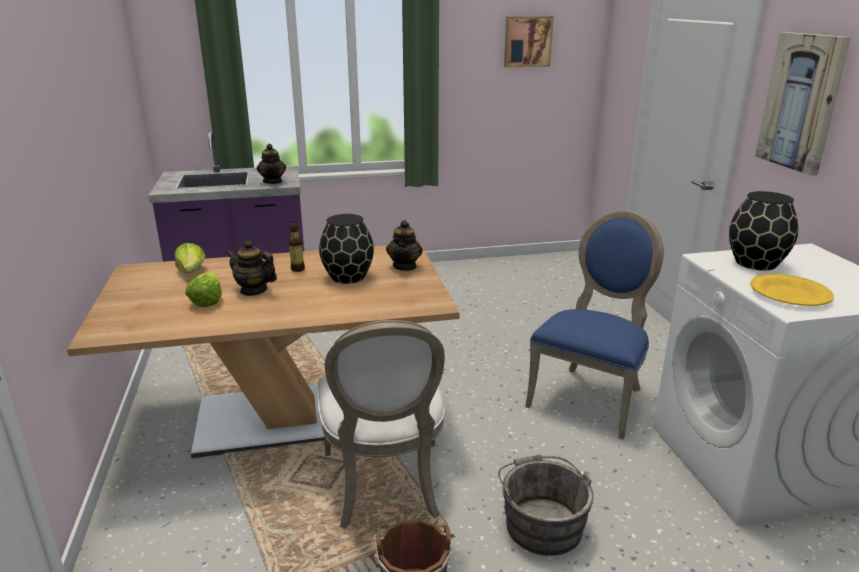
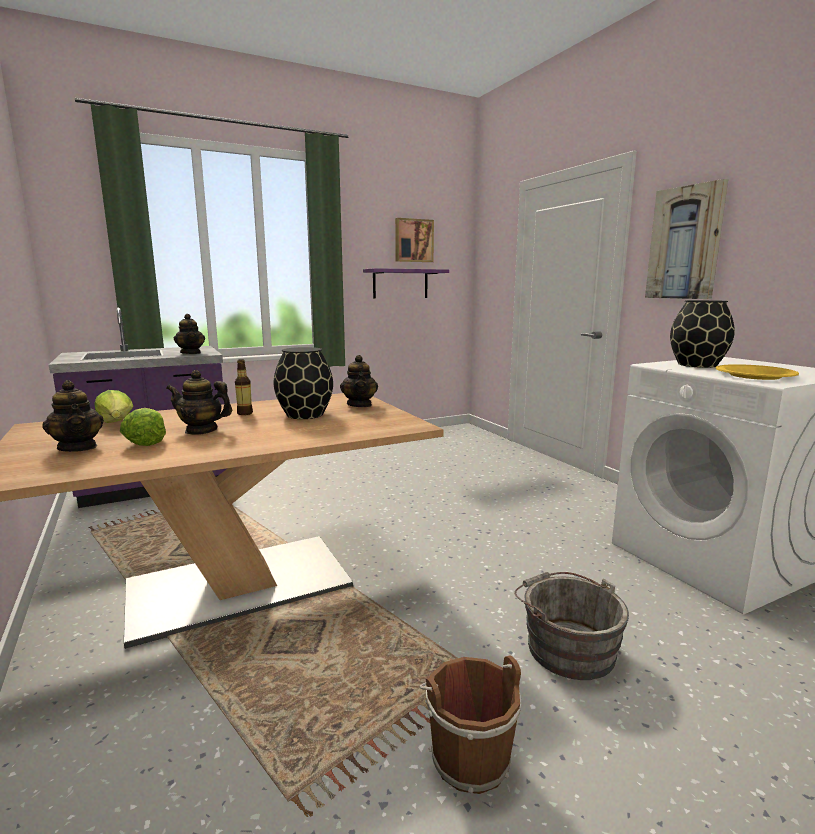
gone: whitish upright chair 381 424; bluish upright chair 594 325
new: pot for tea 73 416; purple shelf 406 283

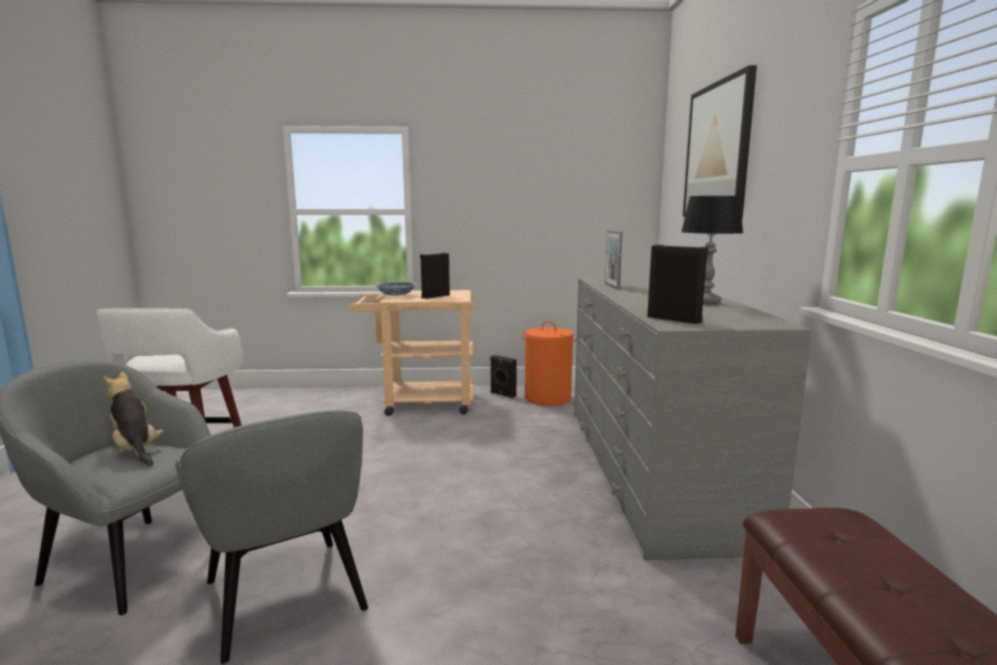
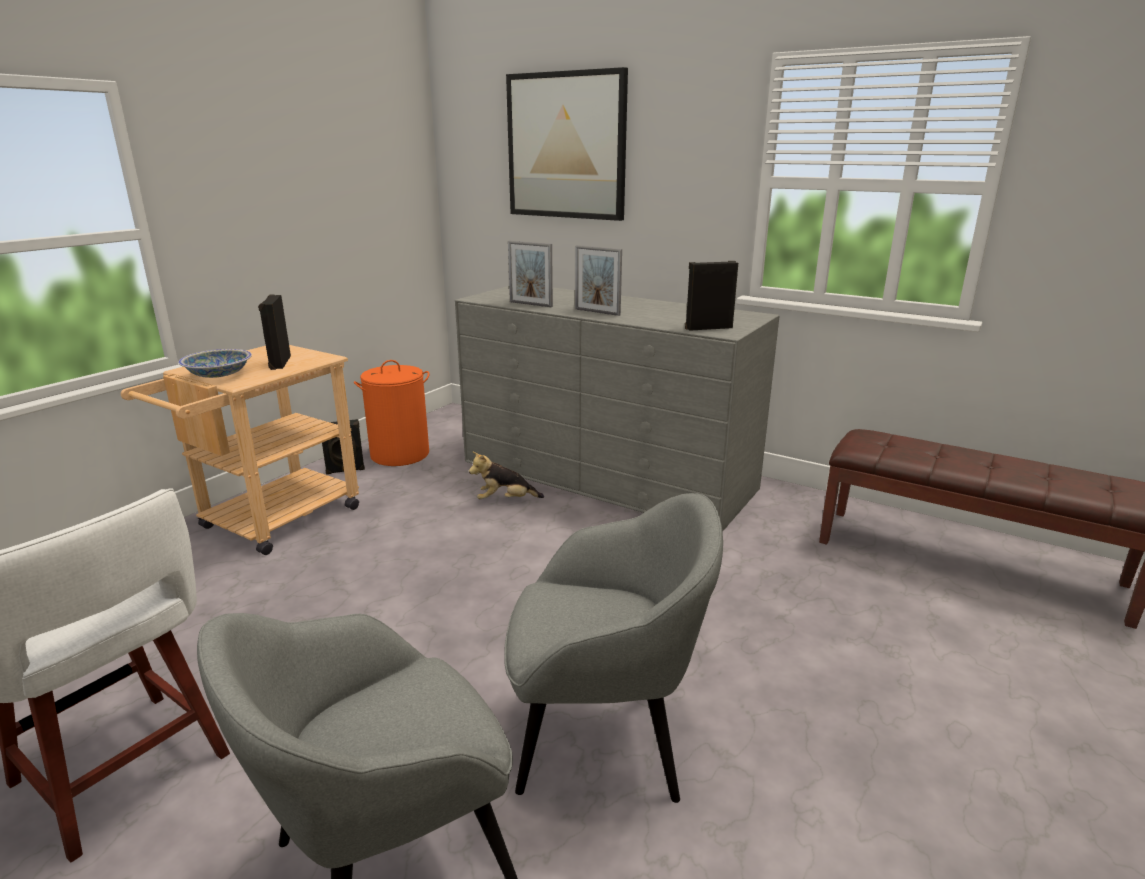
gone: table lamp 712 250
new: picture frame 598 280
shifted: plush toy 133 419 to 506 475

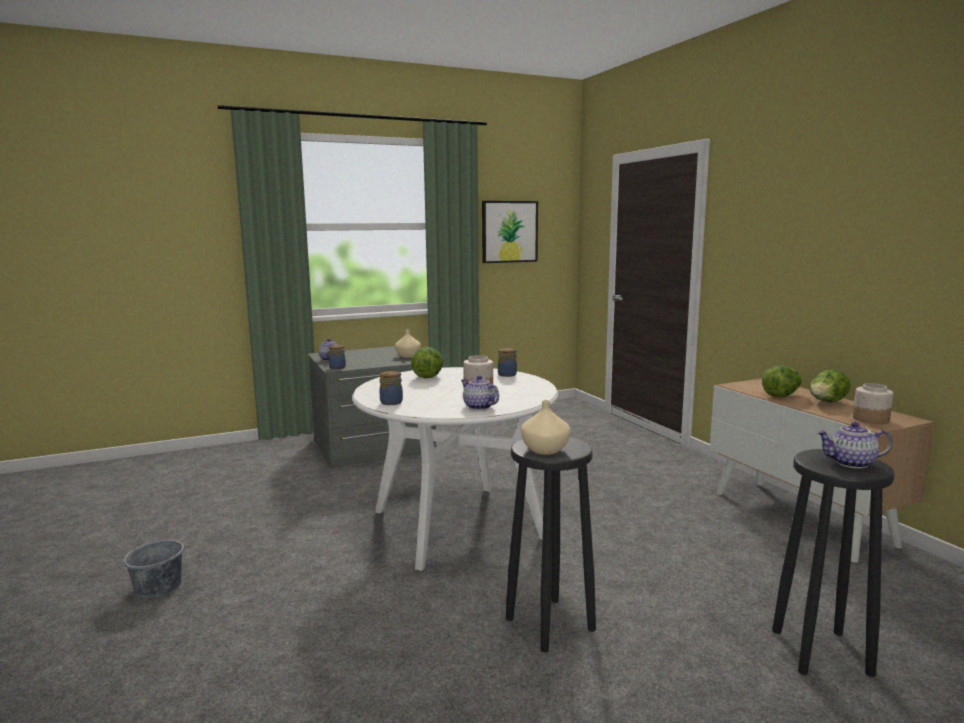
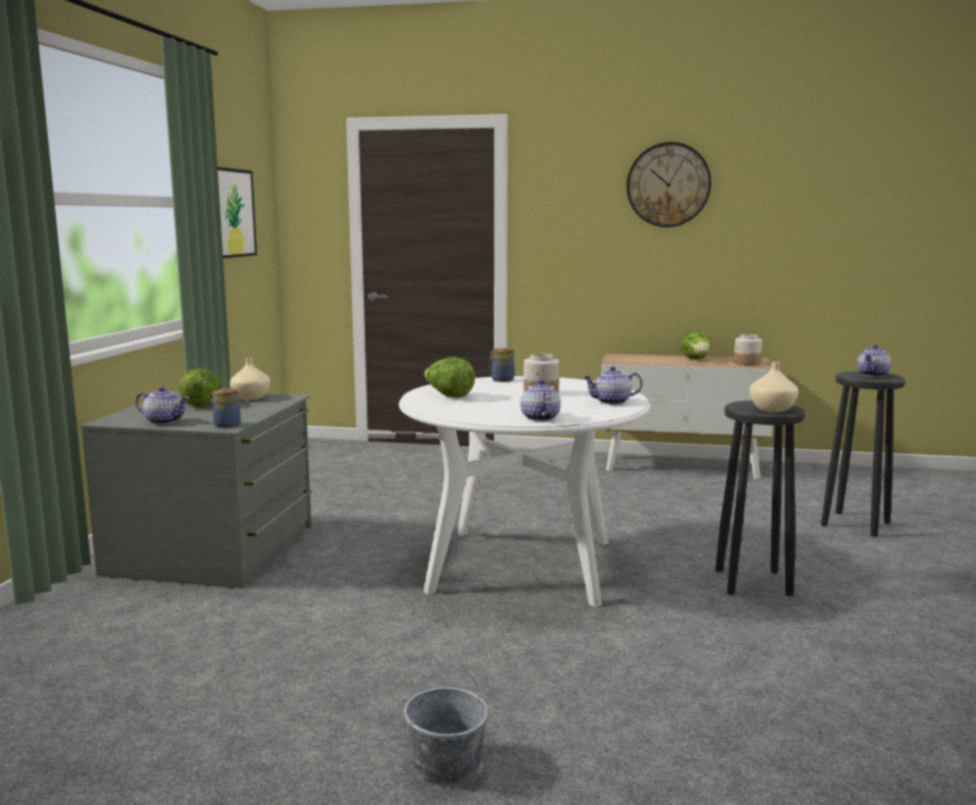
new: wall clock 669 184
shifted: head of lettuce 781 381 to 199 387
swapped: preserve jar 391 388 to pot for tea 541 400

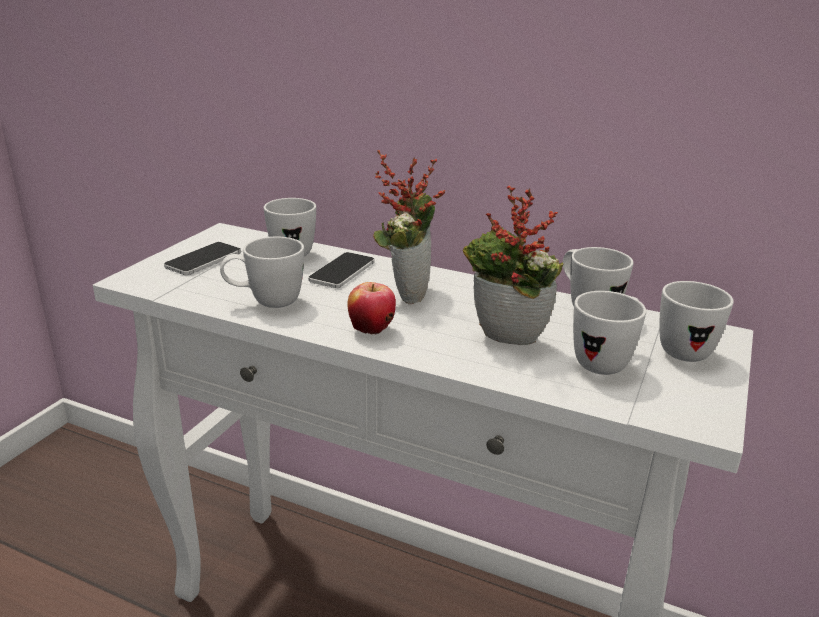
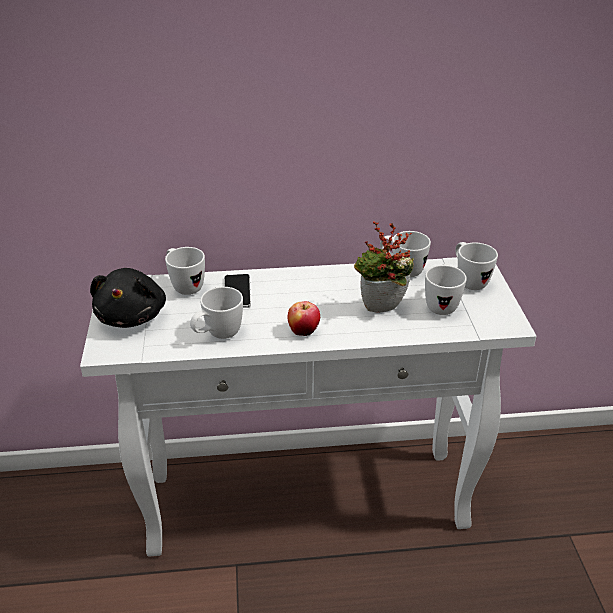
gone: potted plant 409 227
swapped: telephone 202 258 to black plush toy 128 298

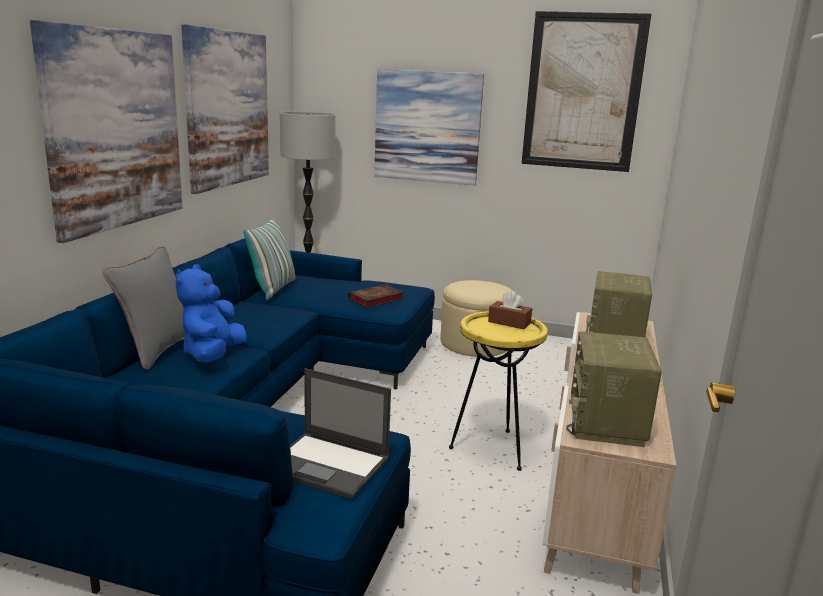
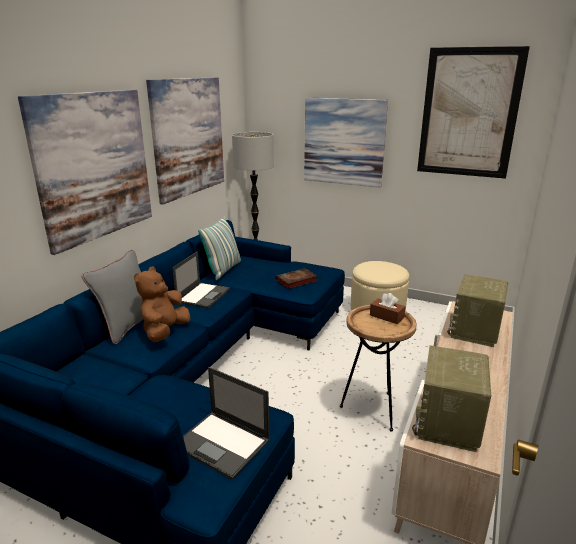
new: notebook computer 201 279
repainted: bluish plush toy 211 314 to brown-coloured plush toy 162 304; yellow accent table 498 391 to brown-coloured accent table 378 368

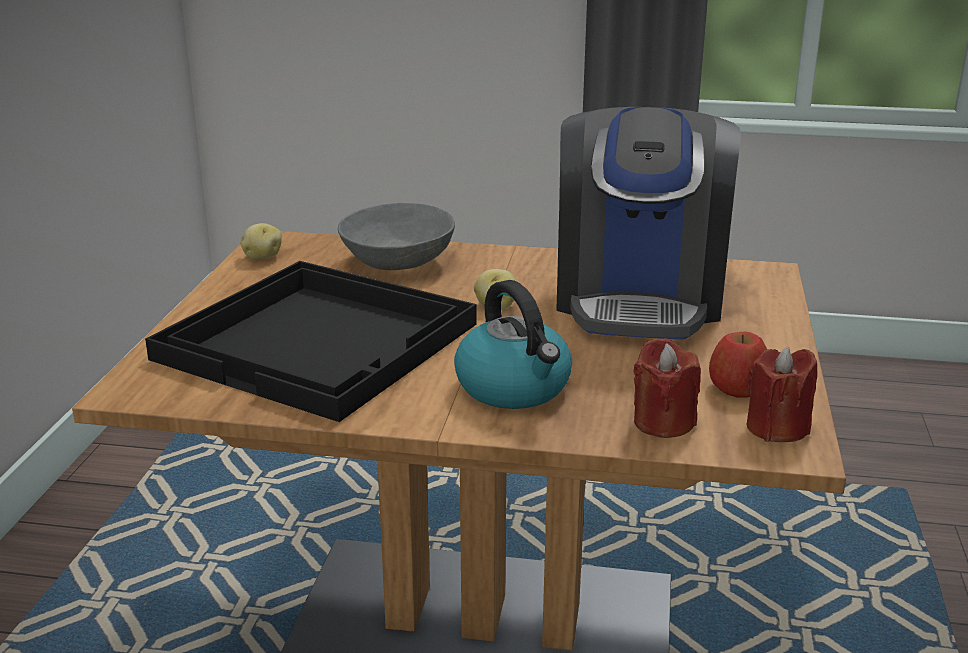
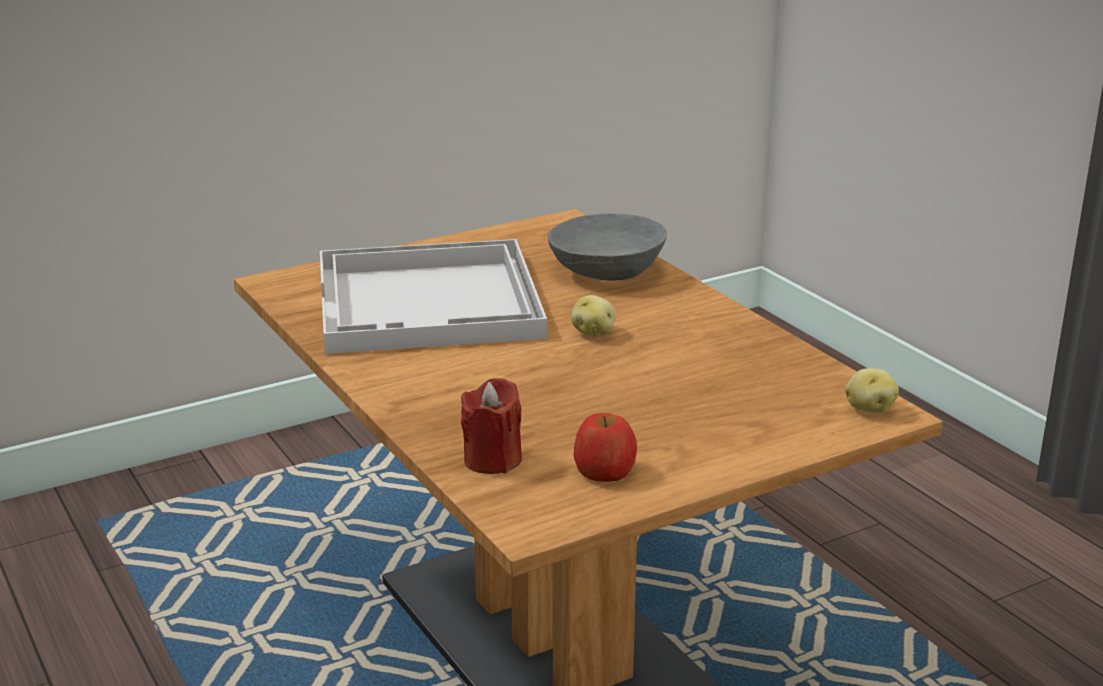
gone: tea kettle 513 344; coffee brewer 648 223; reddish wax light 781 394
shifted: potato 261 241 to 872 390
repainted: black carrying tray 311 341 to whitish carrying tray 433 296

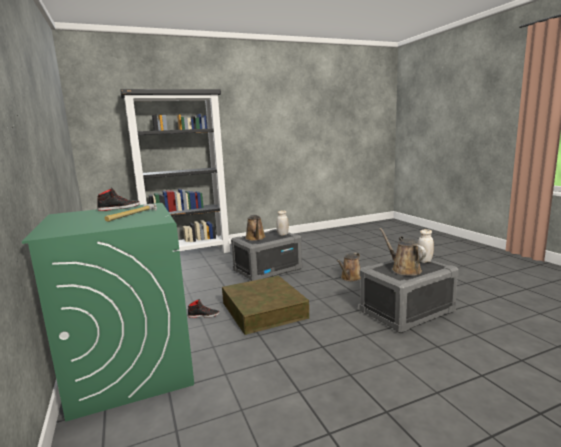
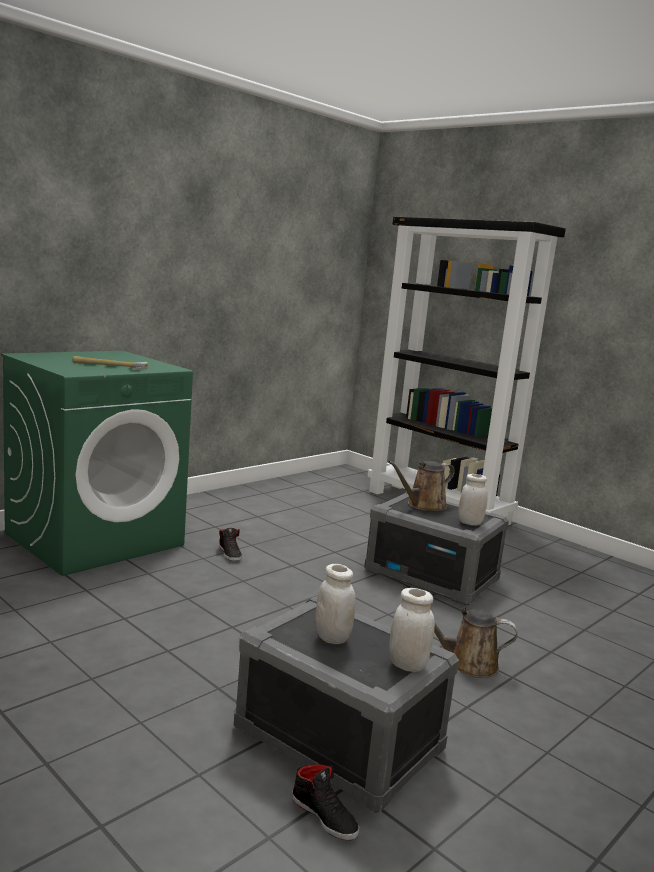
gone: brown-coloured storage container 265 305
shifted: black item of footwear 118 199 to 325 802
swapped: brown-coloured watering can 402 252 to whitish preserve jar 336 604

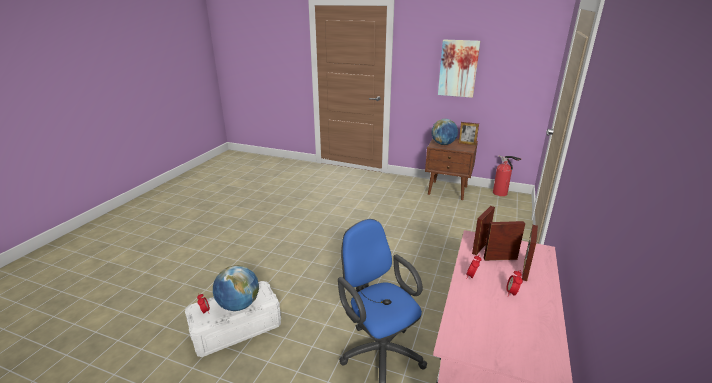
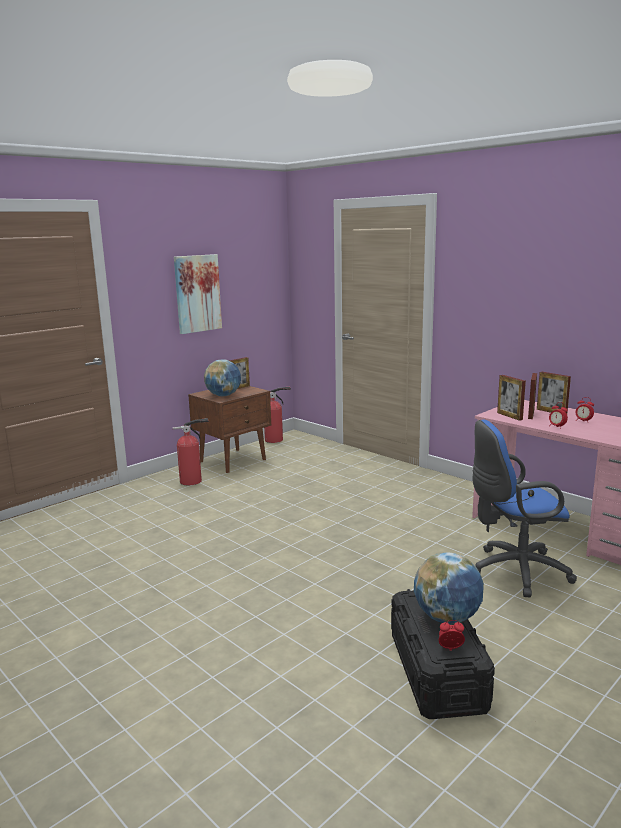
new: fire-fighting cylinder 191 451
repainted: whitish storage container 233 319 to black storage container 443 654

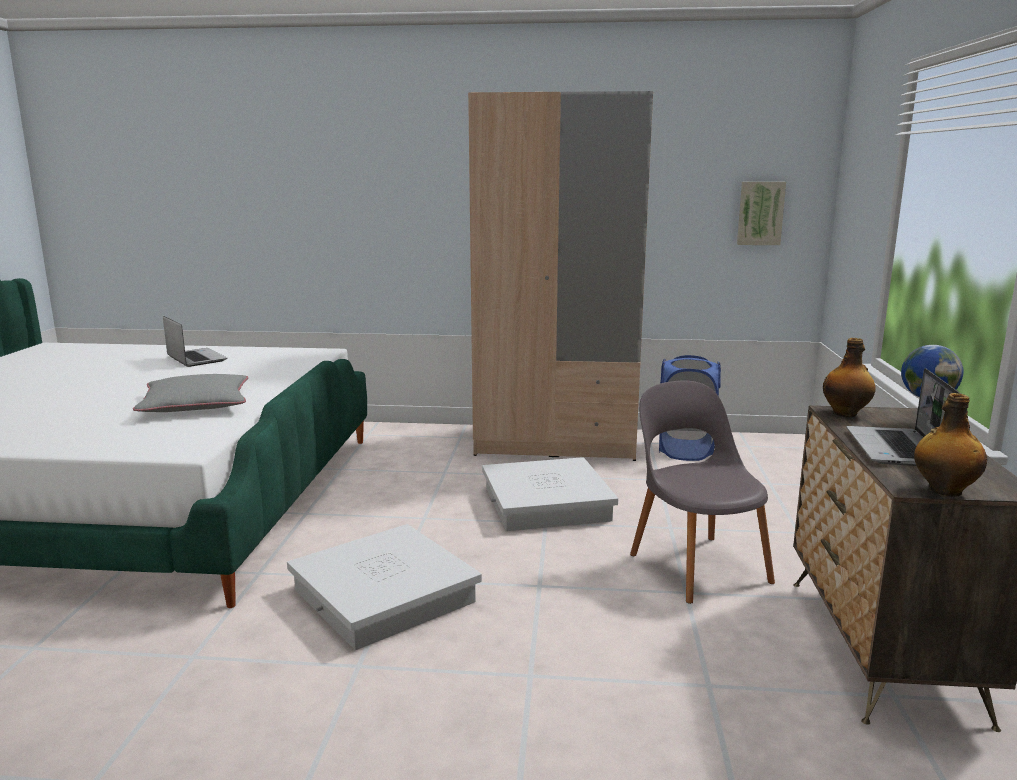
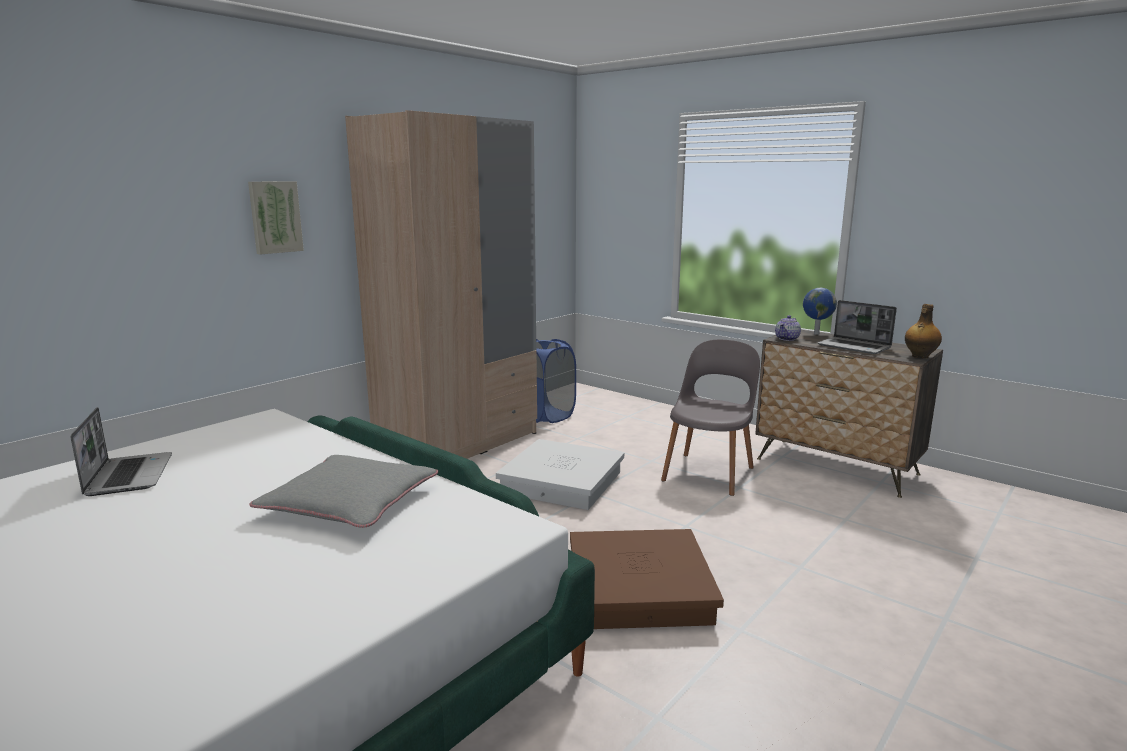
shifted: wall art 761 213 to 276 217
swapped: bottle 849 377 to pot for tea 788 328
repainted: whitish storage container 384 587 to brown-coloured storage container 647 579
rotated: notebook computer 195 341 = 121 451 75 degrees clockwise; gray upright chair 702 492 = 710 418 105 degrees clockwise

